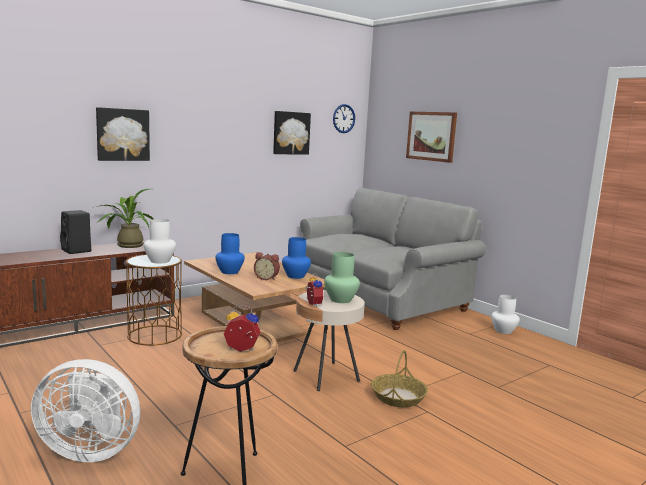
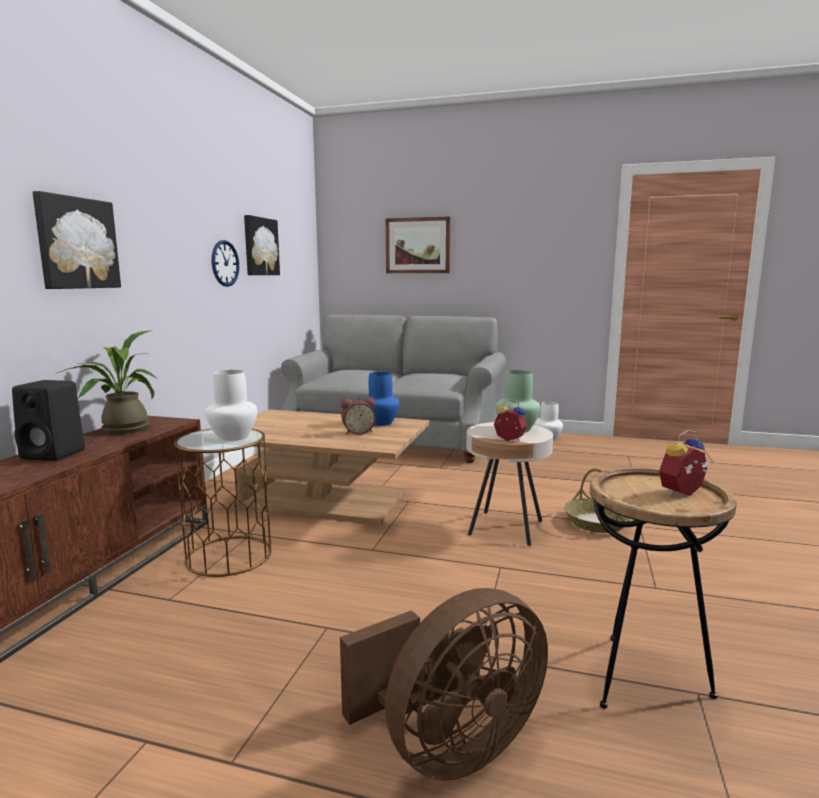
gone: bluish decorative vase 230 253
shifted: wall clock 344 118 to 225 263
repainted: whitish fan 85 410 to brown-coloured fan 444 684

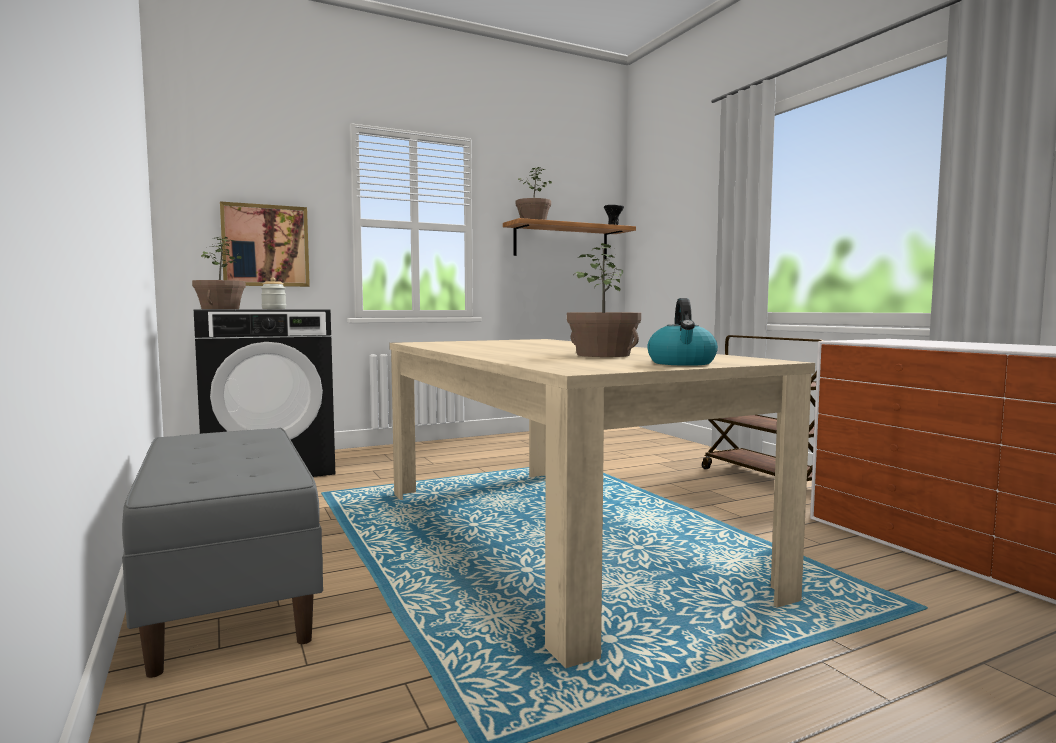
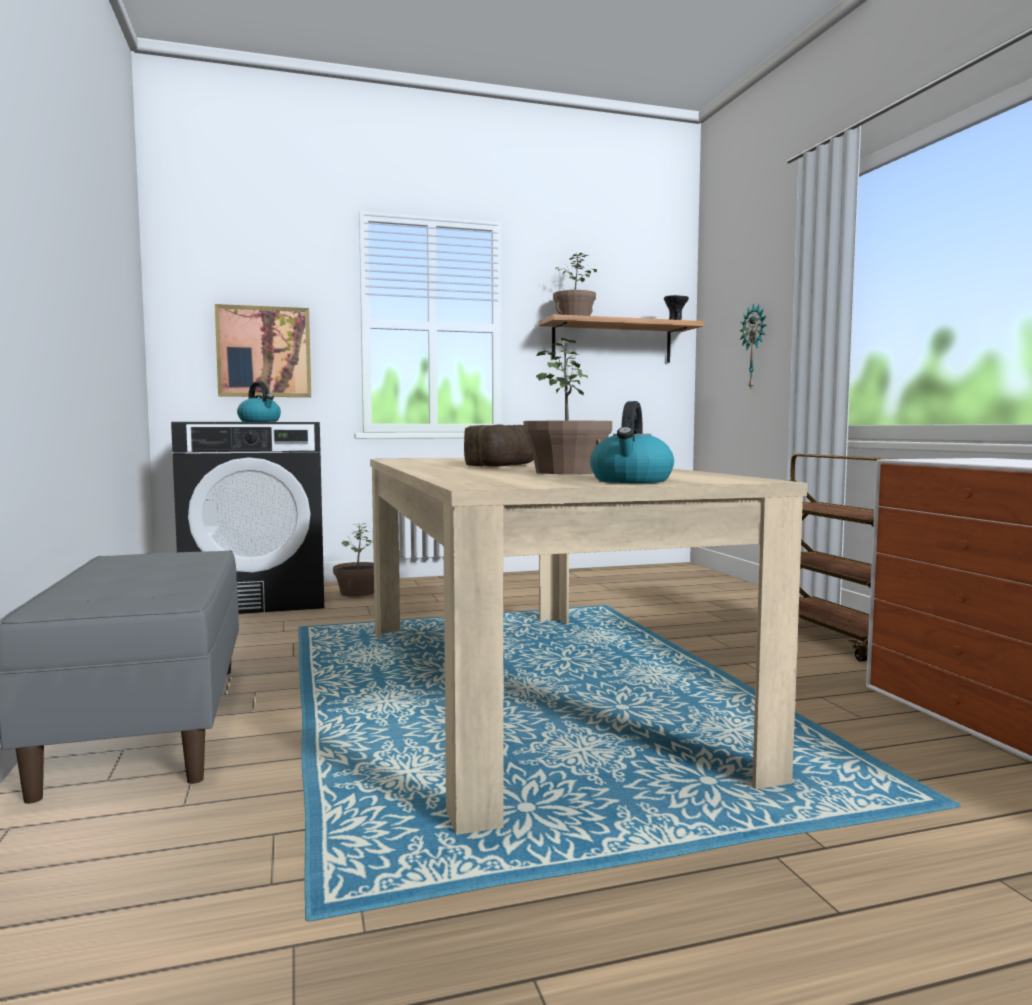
new: baked bread 499 445; wall clock 753 346
shifted: potted plant 219 273 to 353 560
swapped: preserve jar 273 293 to tea kettle 259 402

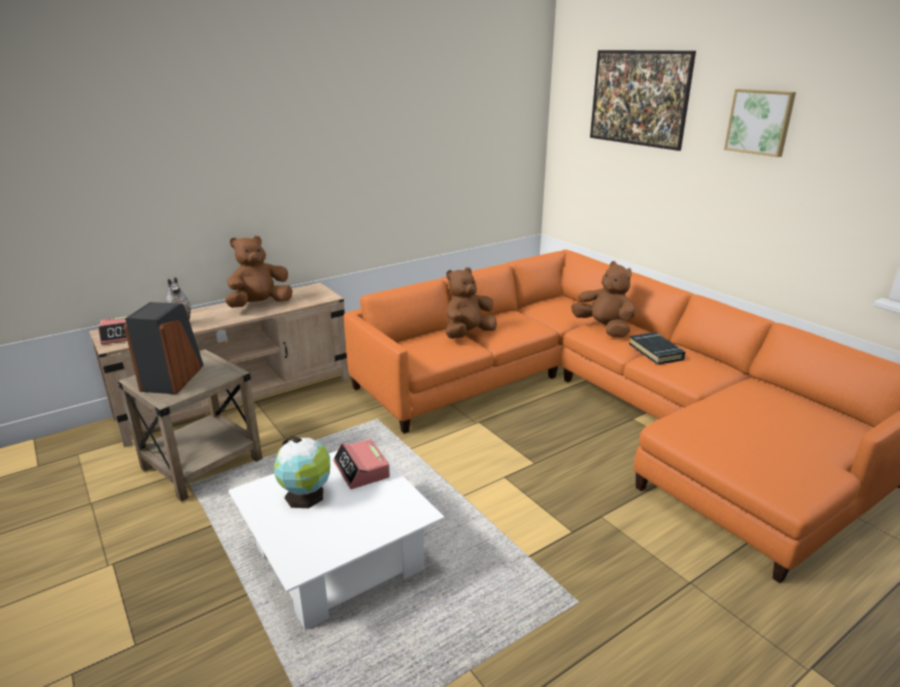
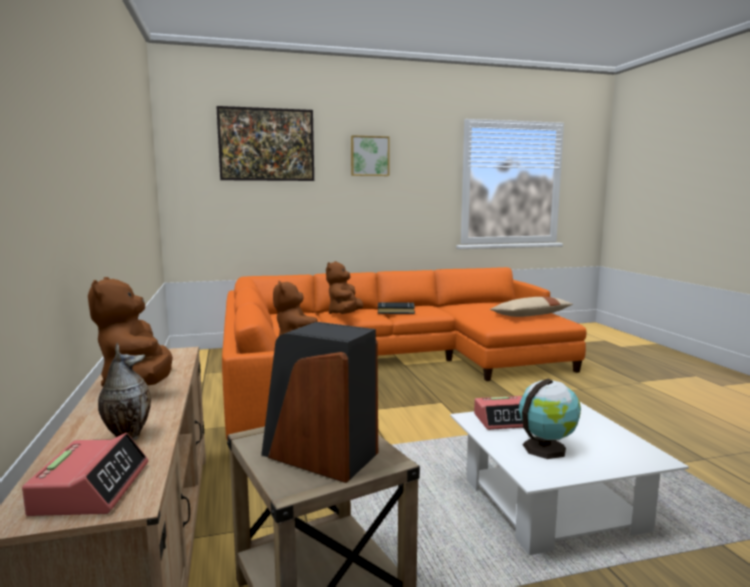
new: beige-coloured throw pillow 531 307
rotated: brown-coloured plush toy 603 299 = 344 287 60 degrees counterclockwise

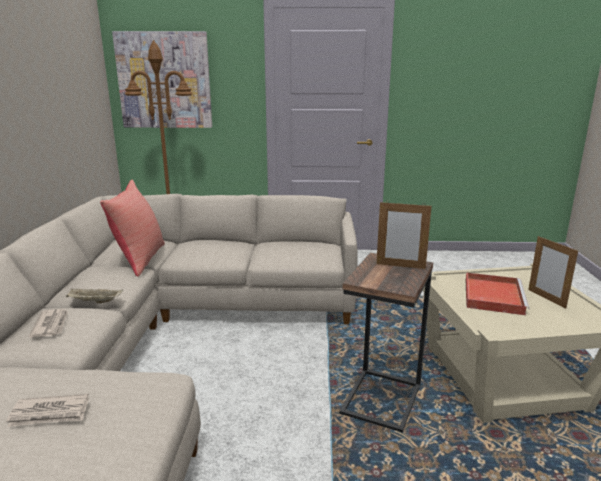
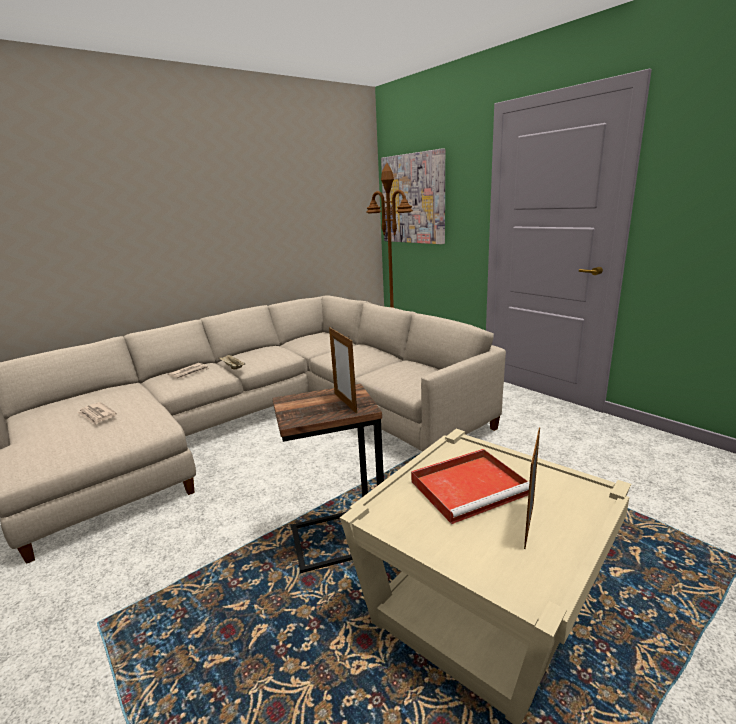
gone: reddish throw pillow 132 228

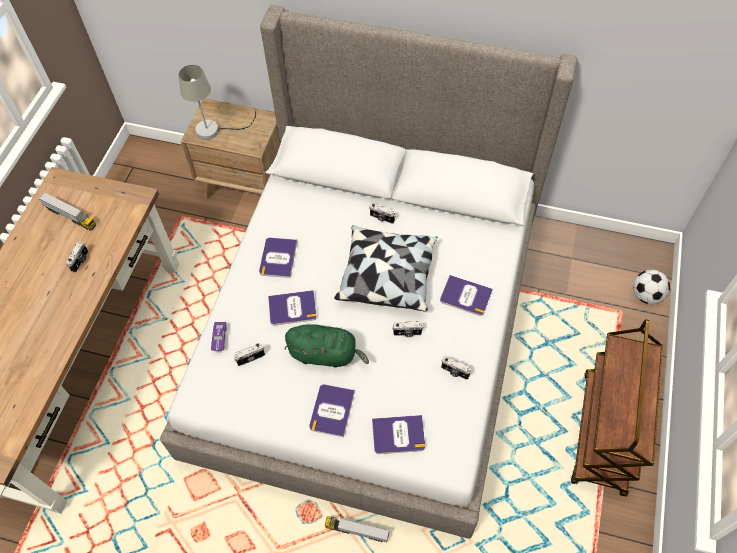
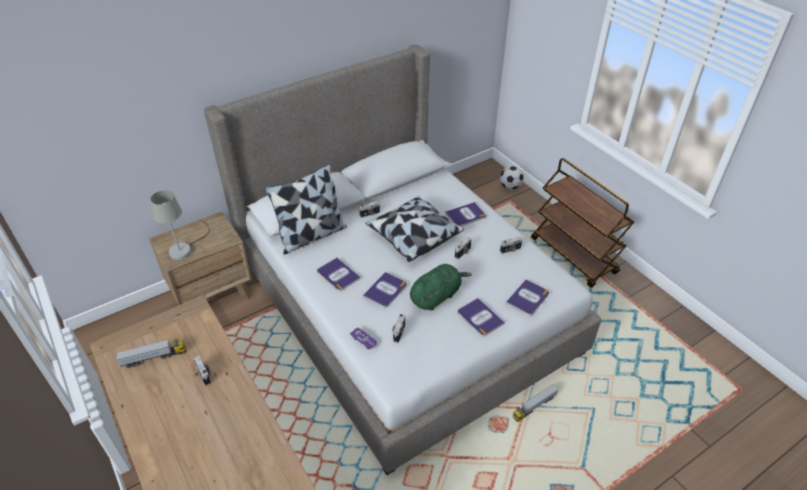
new: throw pillow 306 209

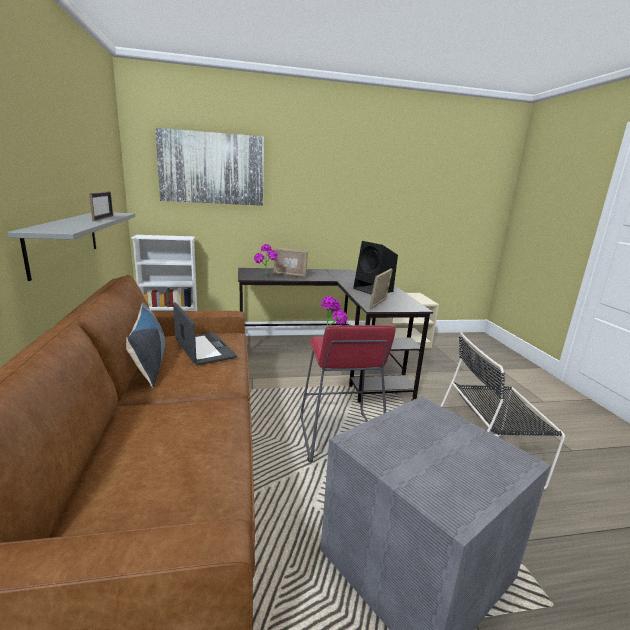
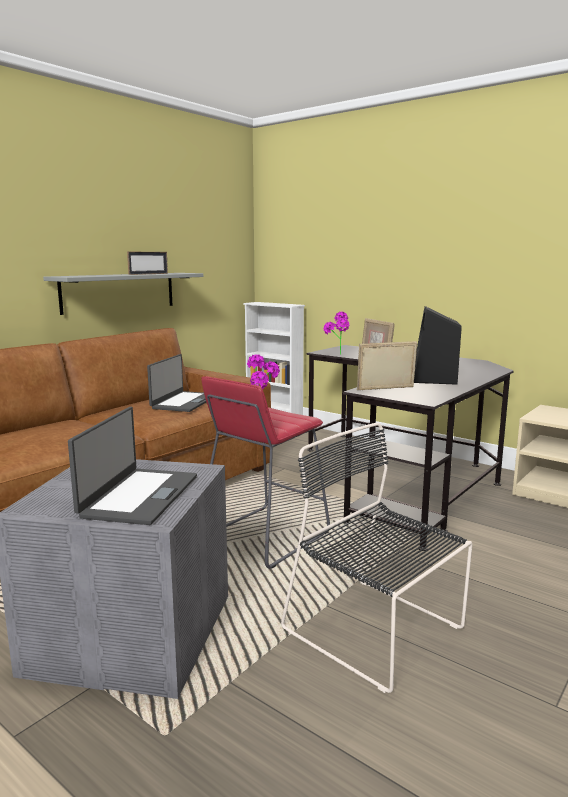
gone: throw pillow 146 345; wall art 209 167
new: notebook computer 132 466

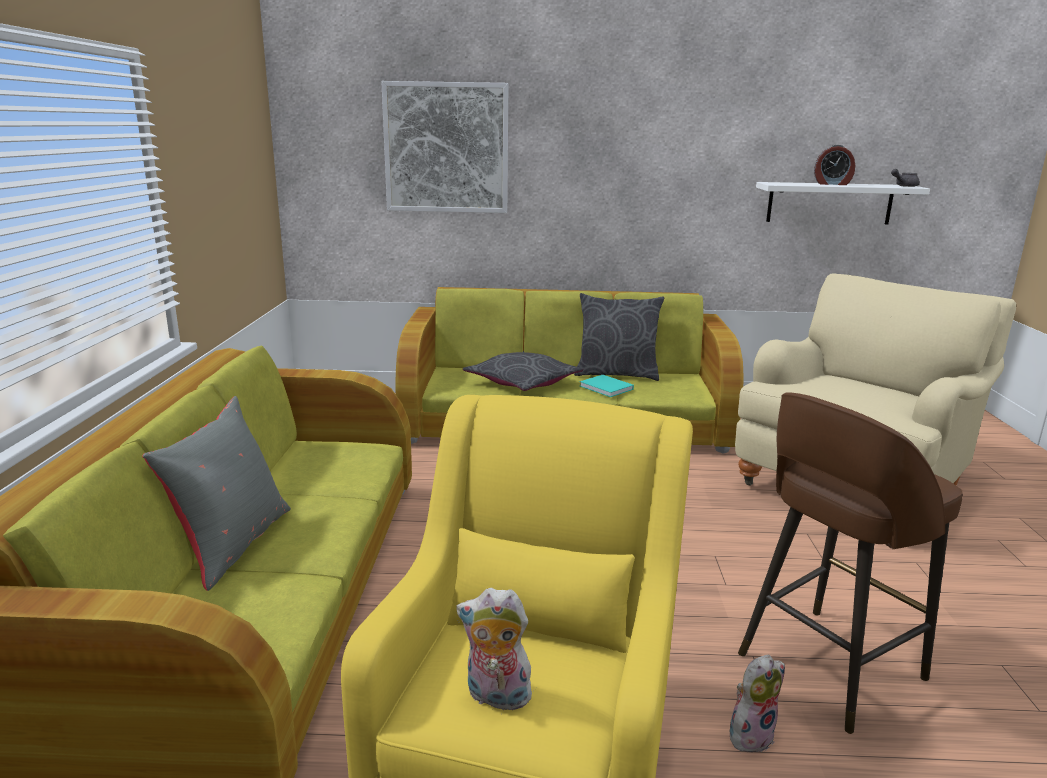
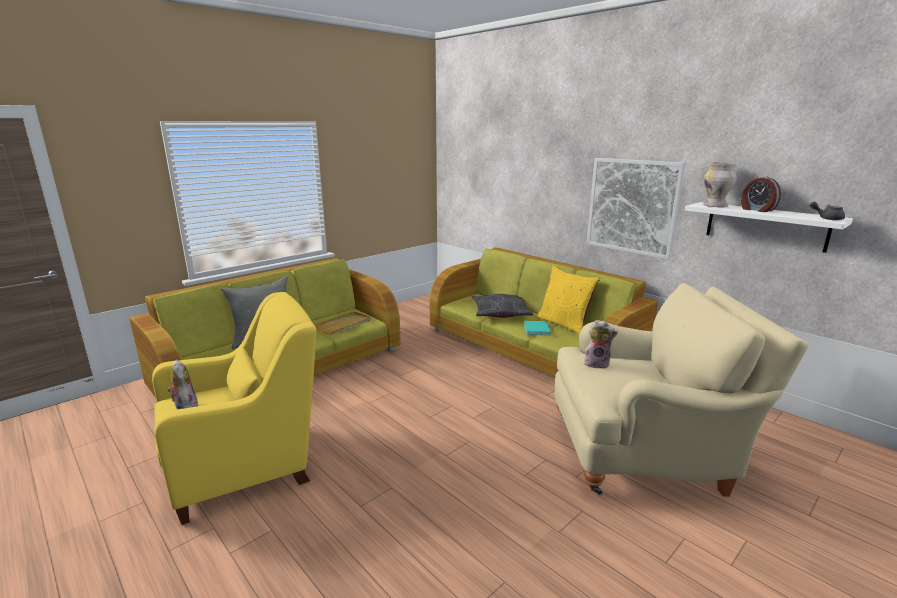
gone: brown-coloured stool 850 563
new: beige-coloured carrying tray 343 323; decorative vase 720 184
shifted: wall art 444 147 to 635 209; plush toy 757 705 to 601 344
repainted: gray throw pillow 619 337 to yellow throw pillow 568 299

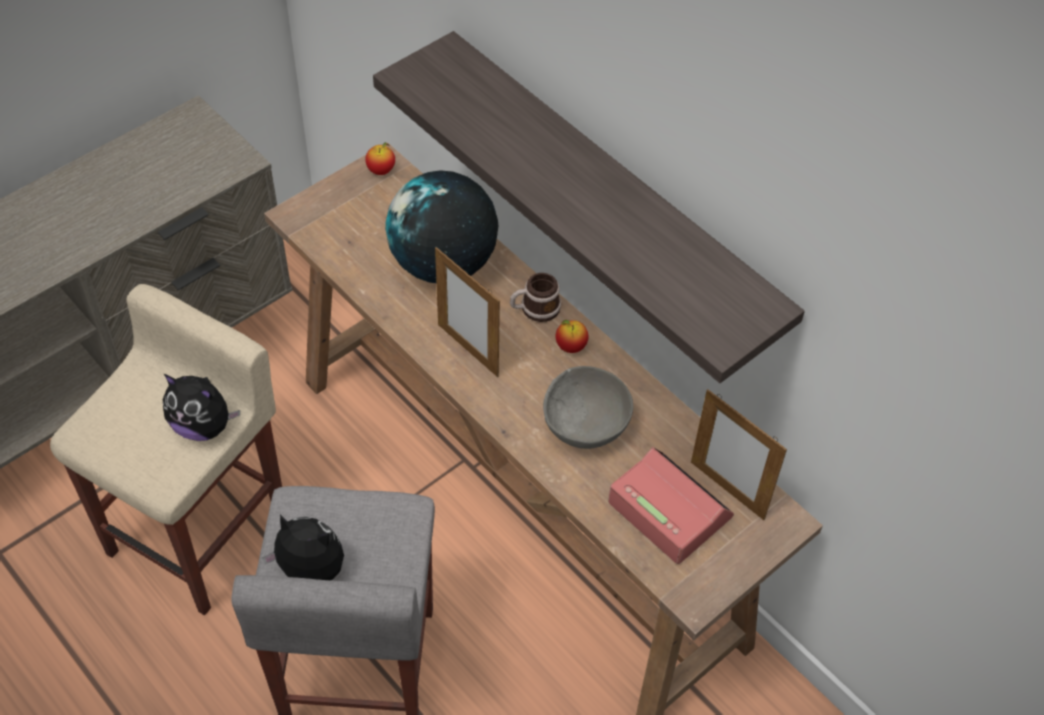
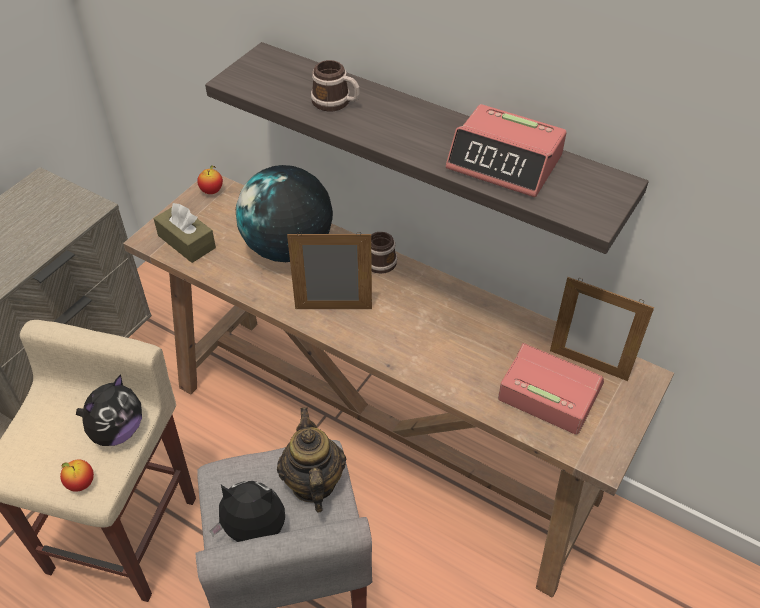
gone: gray deep dish 588 407
new: brown-coloured tissue box 184 233; pot for tea 311 460; mug 335 86; bedside clock 506 150
shifted: apple 572 336 to 77 475
rotated: plush toy 201 407 = 109 410 60 degrees counterclockwise; picture frame 467 312 = 329 270 150 degrees clockwise

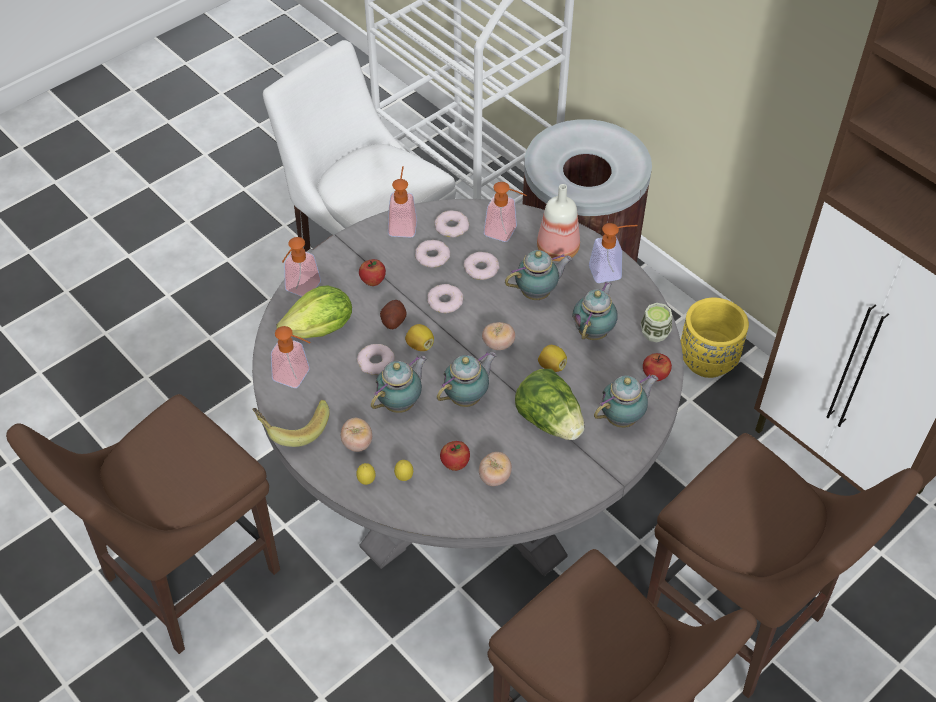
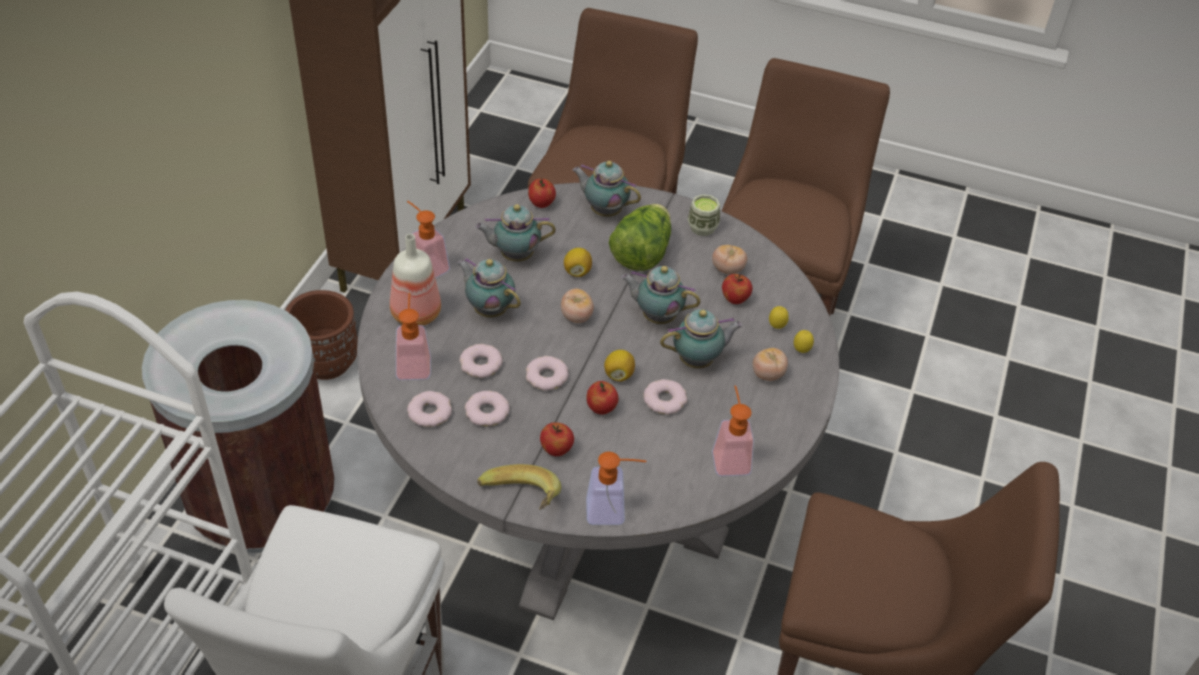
gone: head of lettuce 314 312; soap dispenser 402 202
shifted: whole banana 290 423 to 519 487; drinking cup 656 322 to 703 215
swapped: potato 393 314 to apple 602 398
repainted: yellow plant pot 715 338 to brown-coloured plant pot 321 335
rotated: pot for tea 399 384 = 701 339 150 degrees clockwise

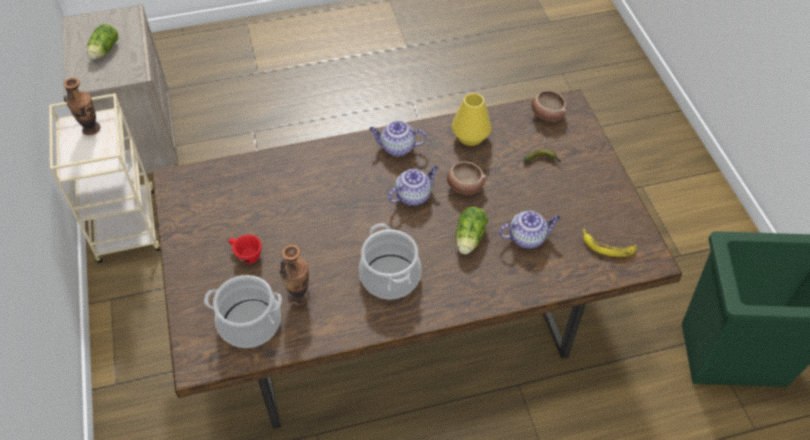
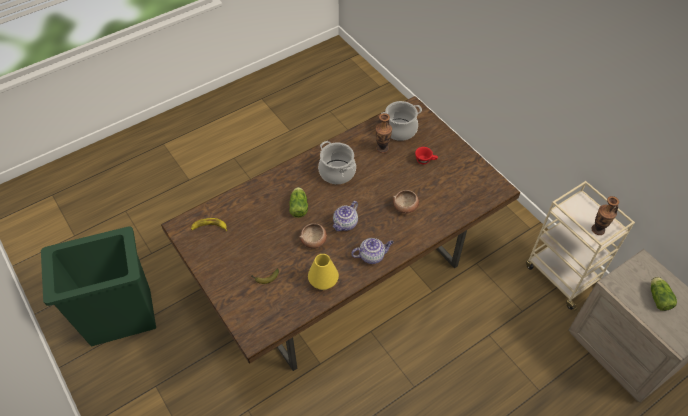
gone: pot for tea 530 230
shifted: deep dish 549 105 to 406 202

